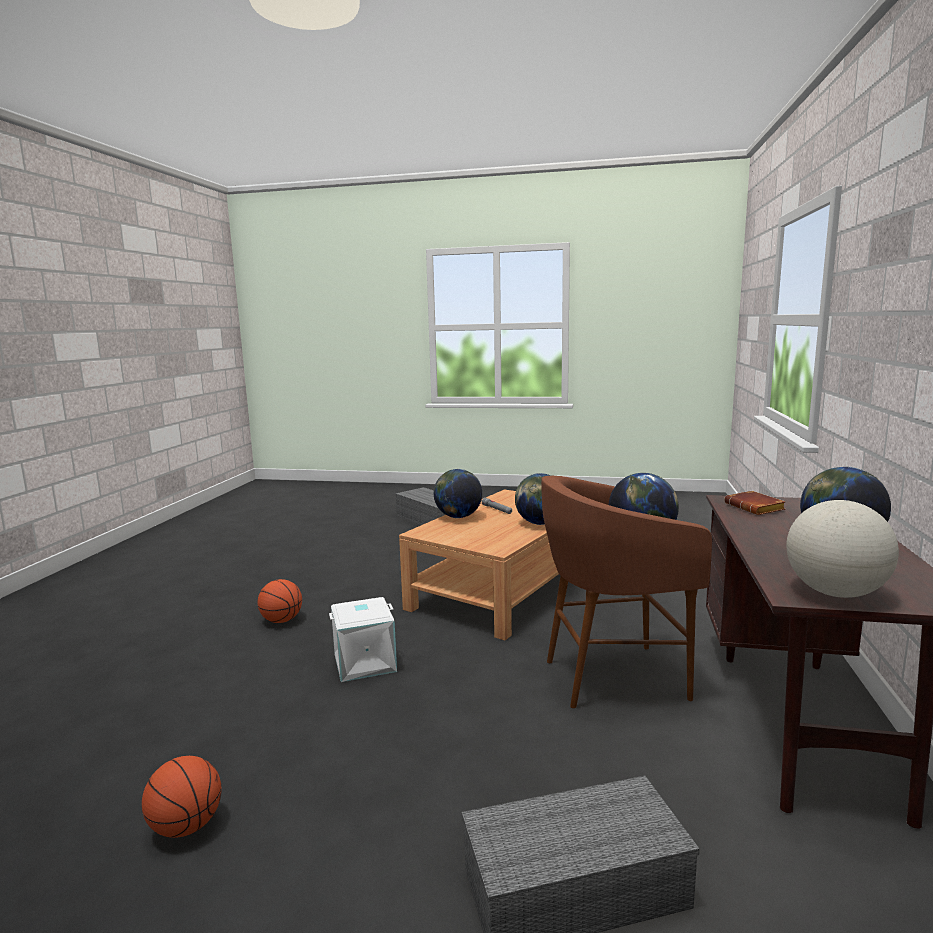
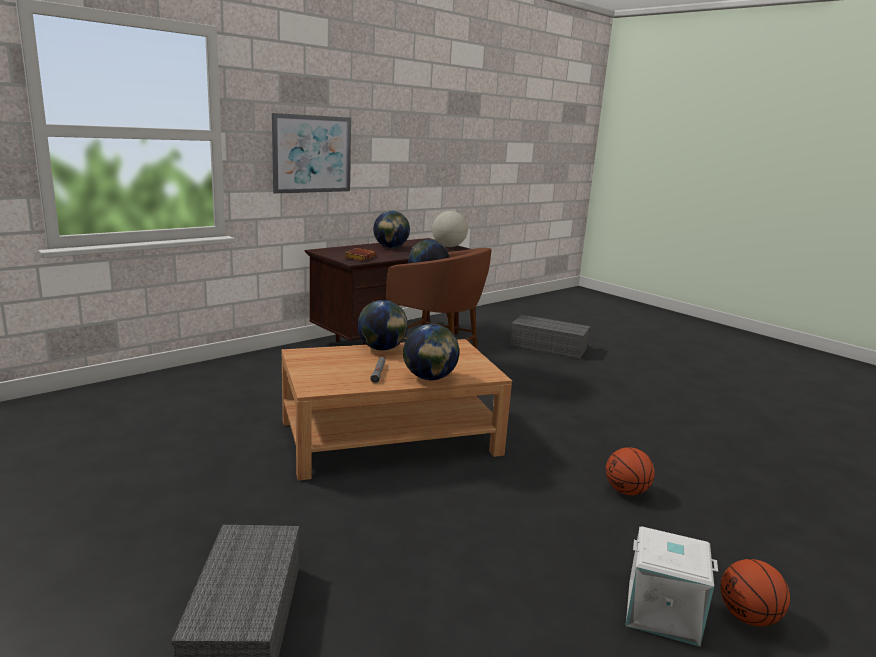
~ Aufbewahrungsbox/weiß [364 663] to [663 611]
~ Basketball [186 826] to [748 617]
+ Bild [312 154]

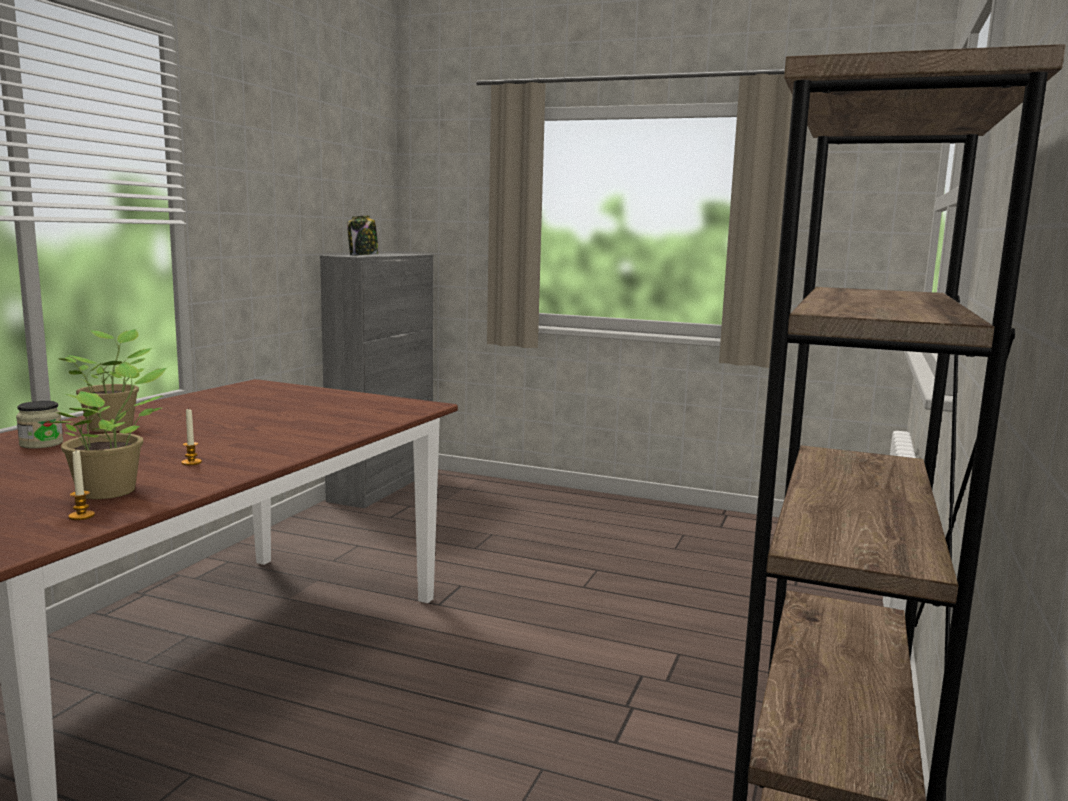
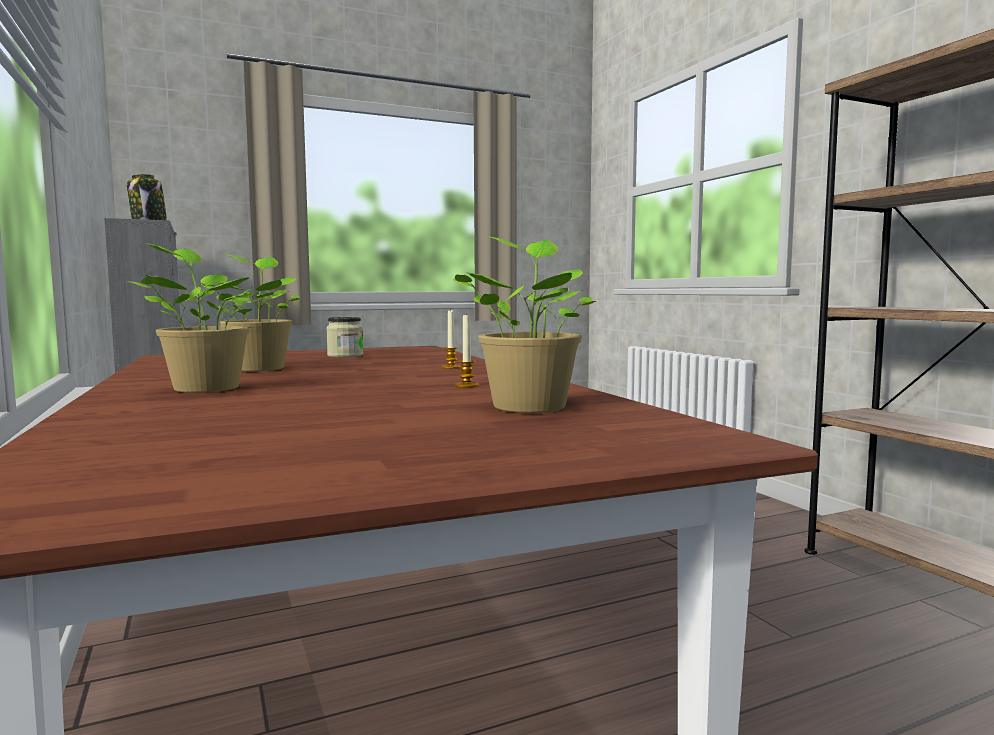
~ Vorratsglas [41 444] to [345 355]
~ Kerze [81 516] to [451 367]
+ Topfpflanze [259 368]

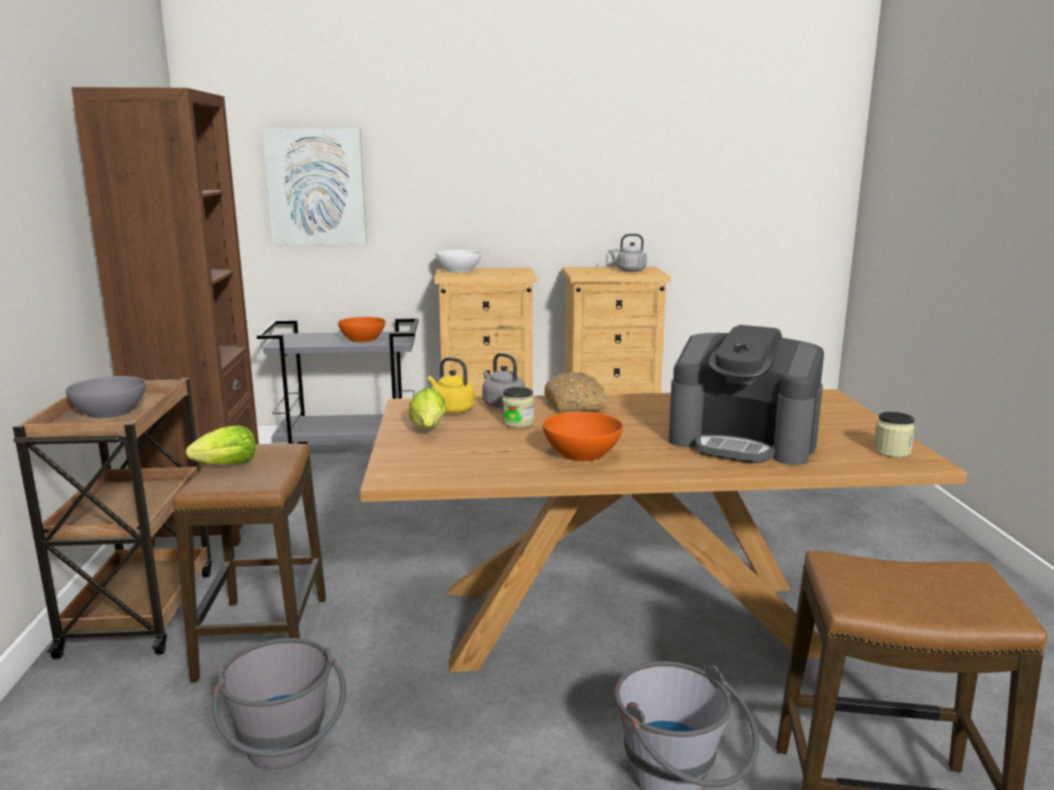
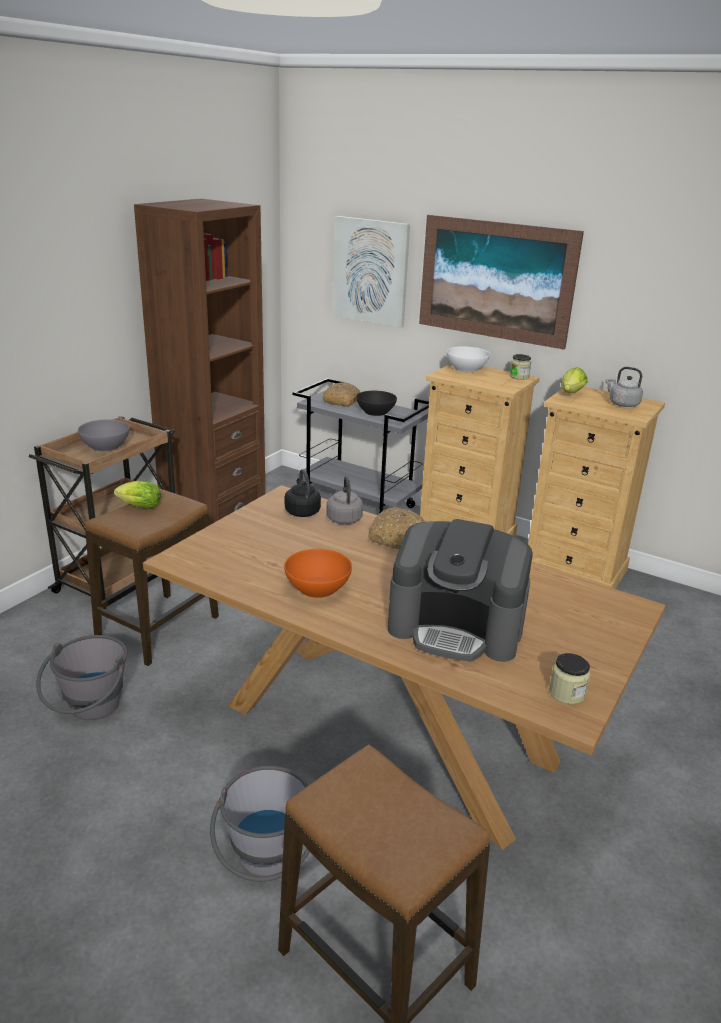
~ Schüssel/orange [362 339] to Schüssel/schwarz [375 412]
~ Kaffeemaschine [743 442] = [456 627] 45 degrees counterclockwise
~ Wasserkessel/gelb [451 410] to Wasserkessel/schwarz [302 511]
~ Vorratsglas [518 423] to [519 377]
~ Salatkopf [428 430] to [570 394]
+ Bild [495 280]
+ Brot [342 401]

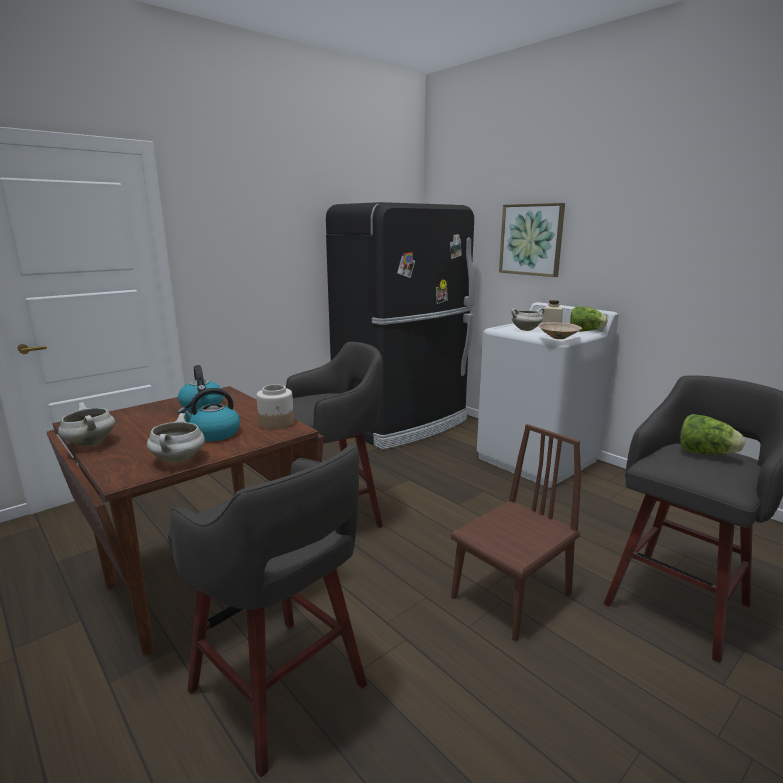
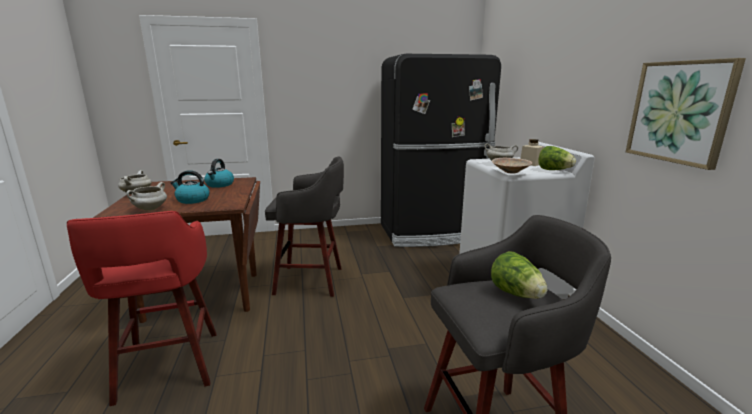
~ Bild [531 239] to [679 112]
- Vorratsglas [276 423]
- Stuhl/braun [511 596]
~ Hocker/grau [281 691] to Hocker/rot [168 368]

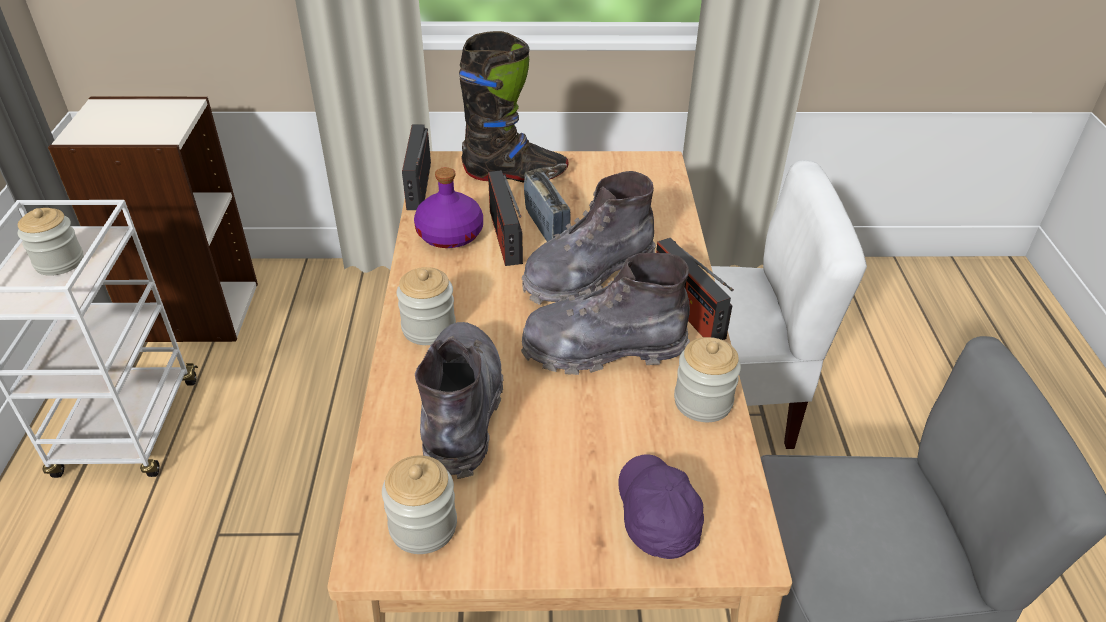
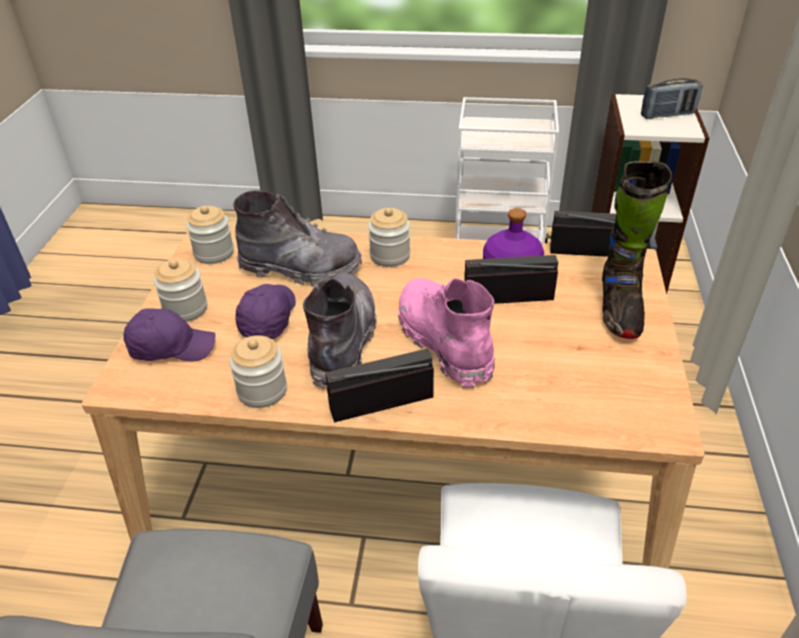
~ Radio [547 229] to [667 115]
~ Stiefel/grau [587 275] to Stiefel/rosa [444 342]
~ Vorratsglas [59 262] to [185 309]
+ Kappe/lila [268 319]

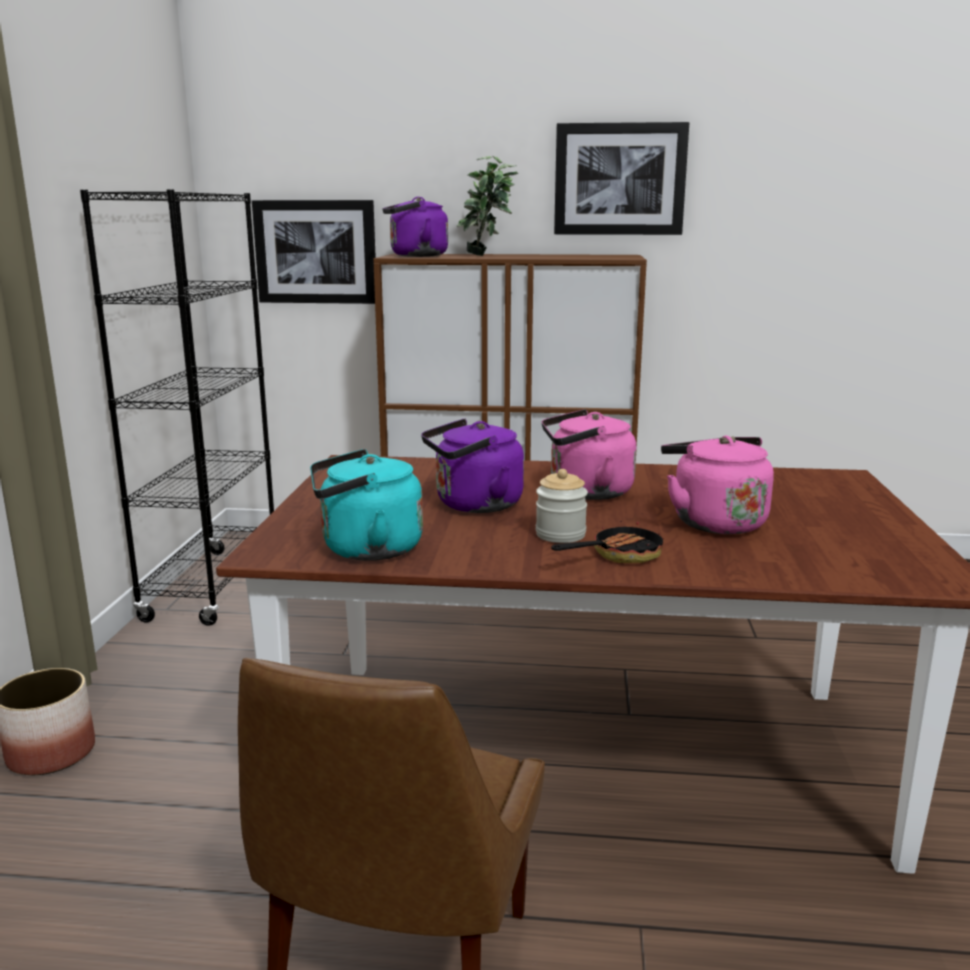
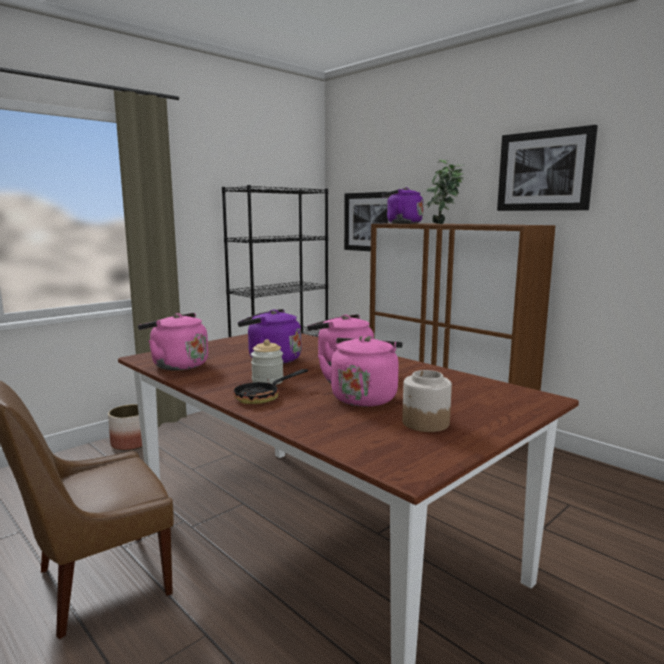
~ Wasserkessel/türkis [365 549] to Wasserkessel/rosa [177 365]
~ Pfanne [618 555] = [263 397] 135 degrees clockwise
+ Vorratsglas [425 423]

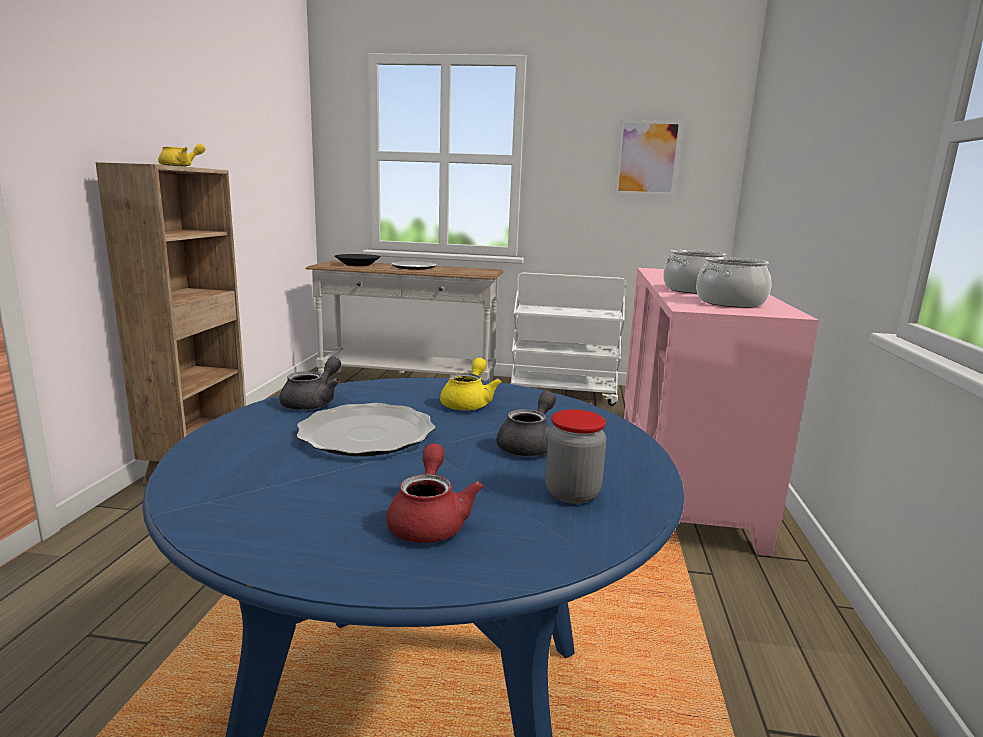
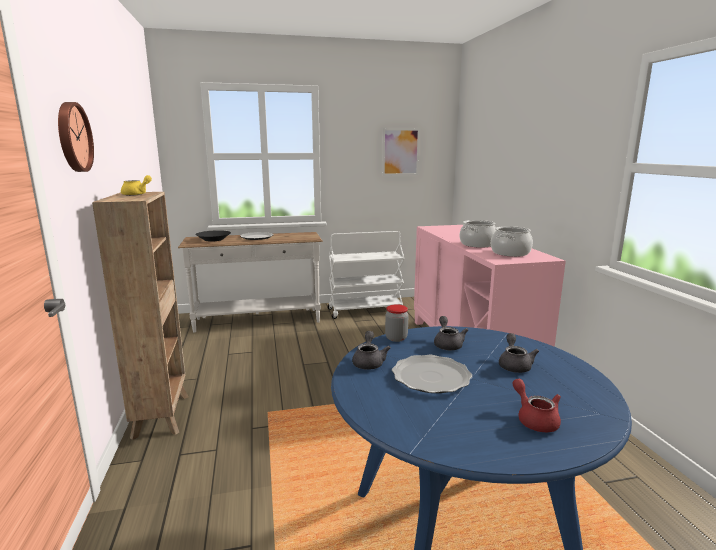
~ Teekanne/gelb [469 403] to Teekanne/grau [447 344]
~ Vorratsglas [572 493] to [396 338]
+ Wanduhr [72 137]

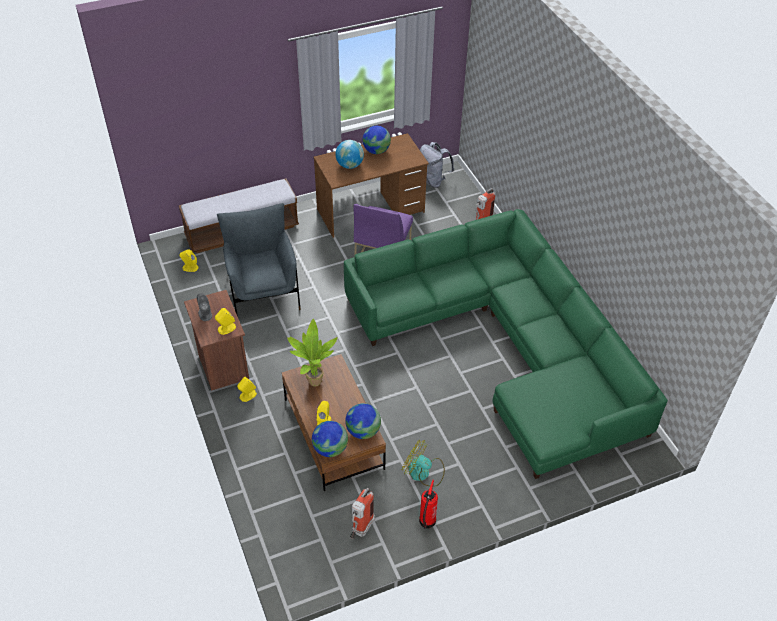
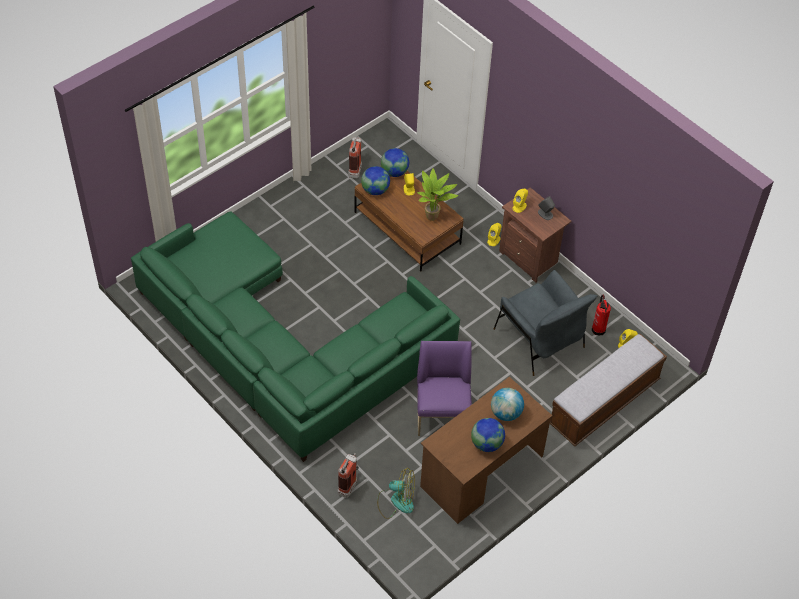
- Rucksack/grau [433 180]
~ Ventilator [423 472] to [396 501]
~ Feuerlöscher [426 522] to [598 328]

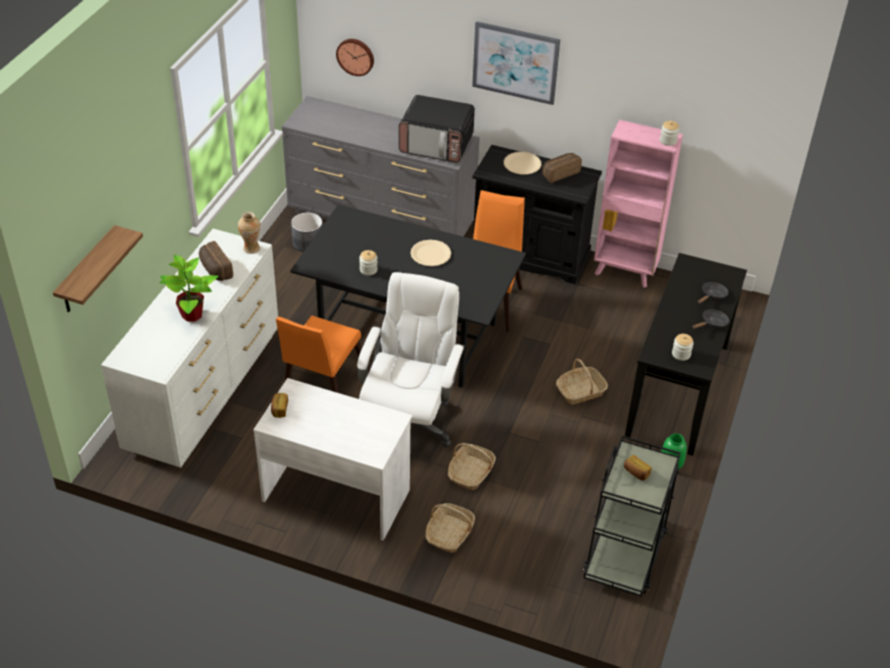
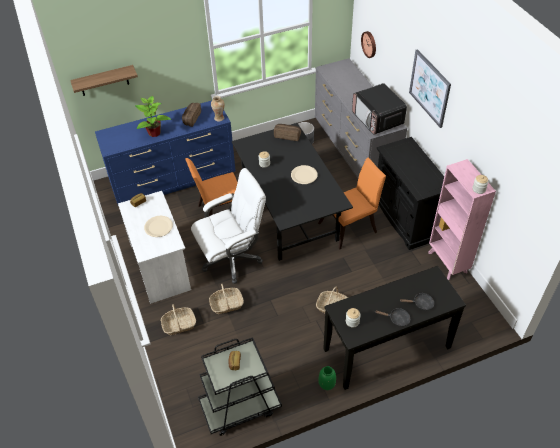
~ Teller/beige [522 164] to [158 227]
~ Brot [559 173] to [287 135]
~ Kommode/weiß [205 390] to Kommode/blau [174 180]

